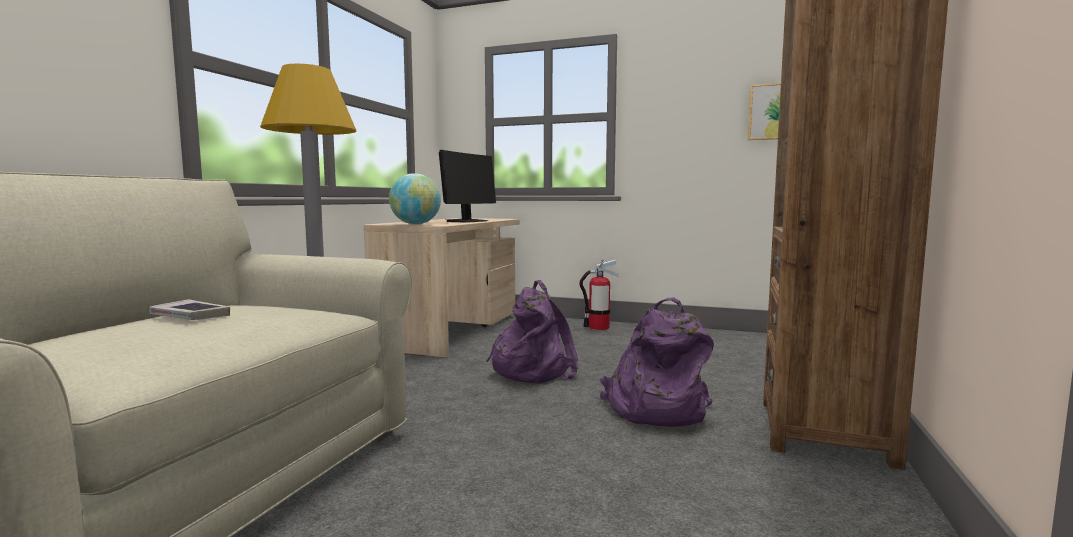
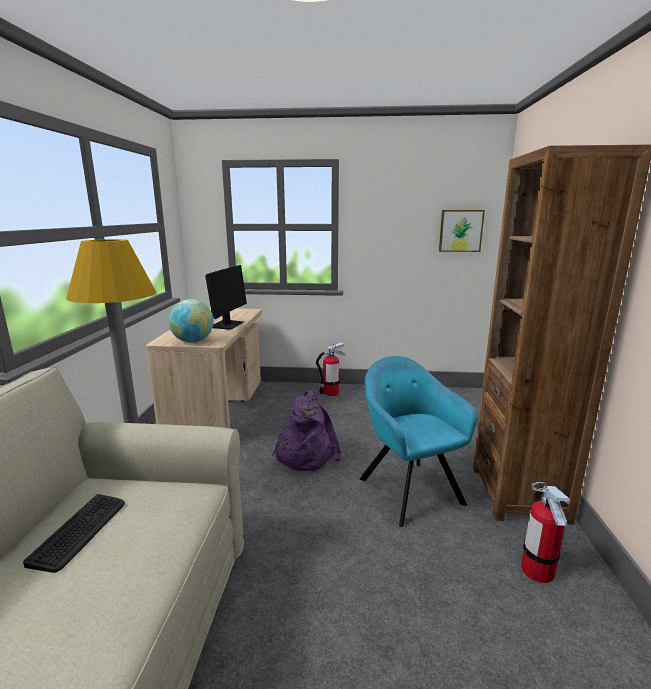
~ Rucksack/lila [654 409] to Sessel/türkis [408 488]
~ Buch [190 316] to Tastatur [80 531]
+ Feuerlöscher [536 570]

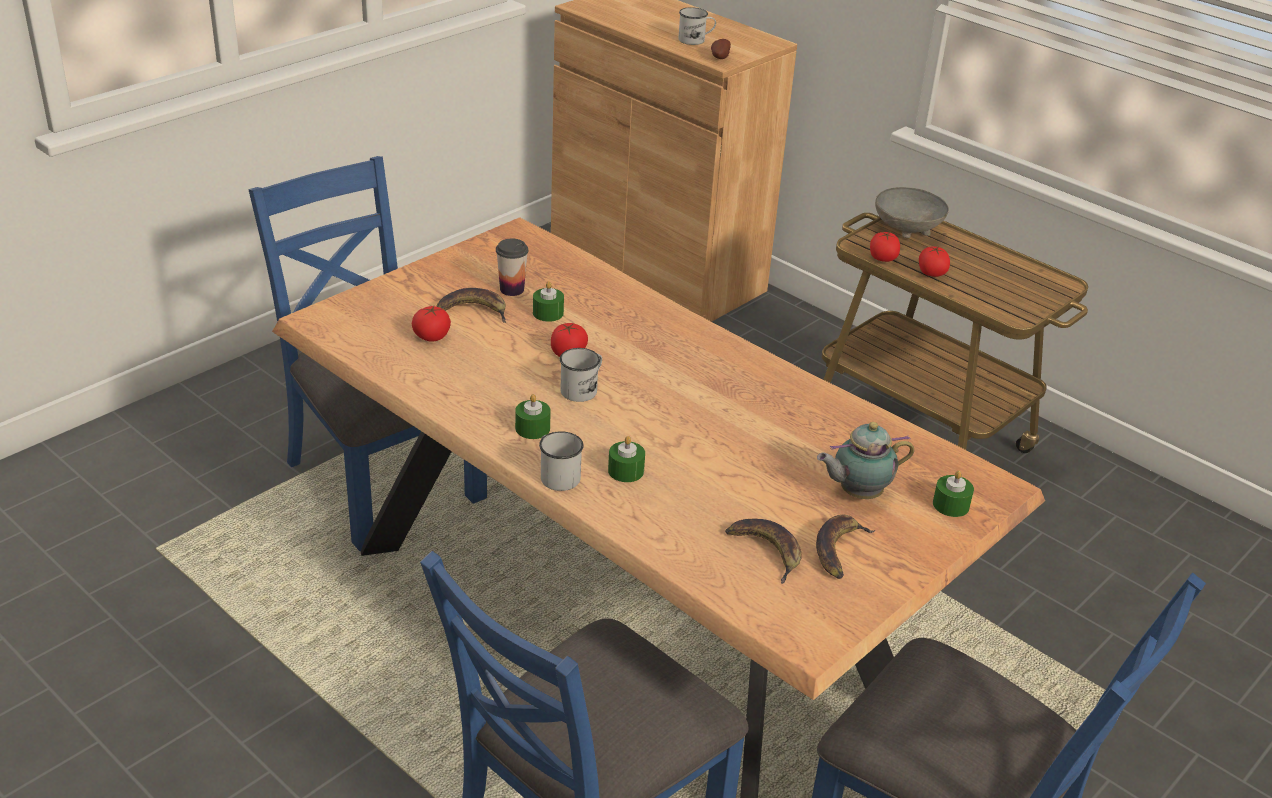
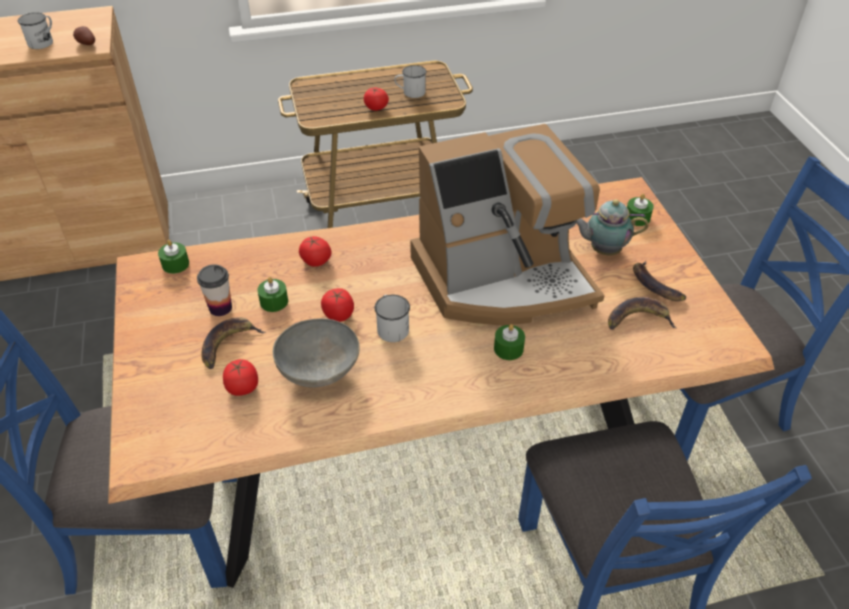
~ Schüssel/grau [905 231] to [318 373]
~ Tomate [882 258] to [316 261]
~ Kerze/grün [532 428] to [175 264]
~ Teekanne [857 493] = [603 250] 75 degrees clockwise
~ Henkelbecher/weiß [556 475] to [410 92]
+ Kaffeemaschine [503 279]

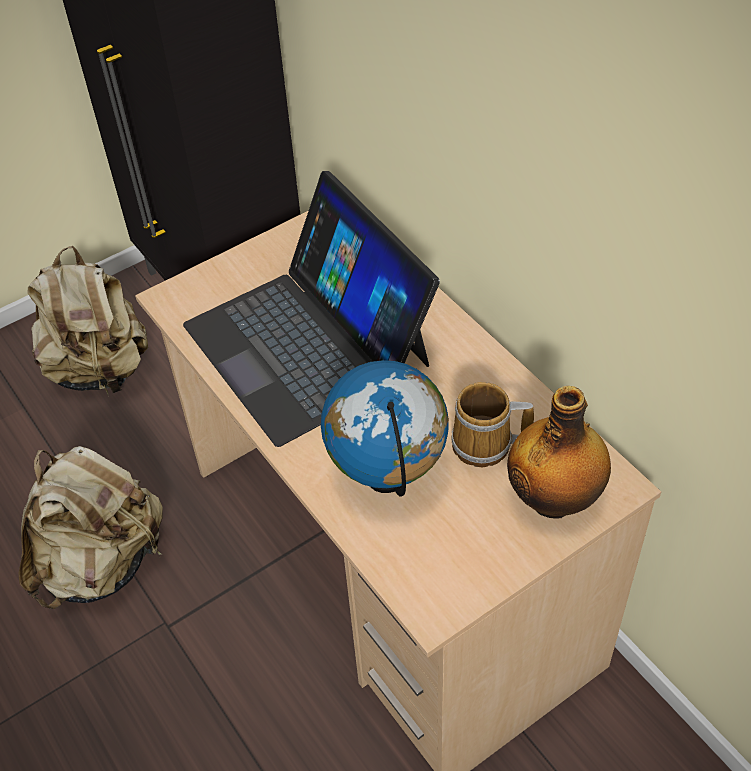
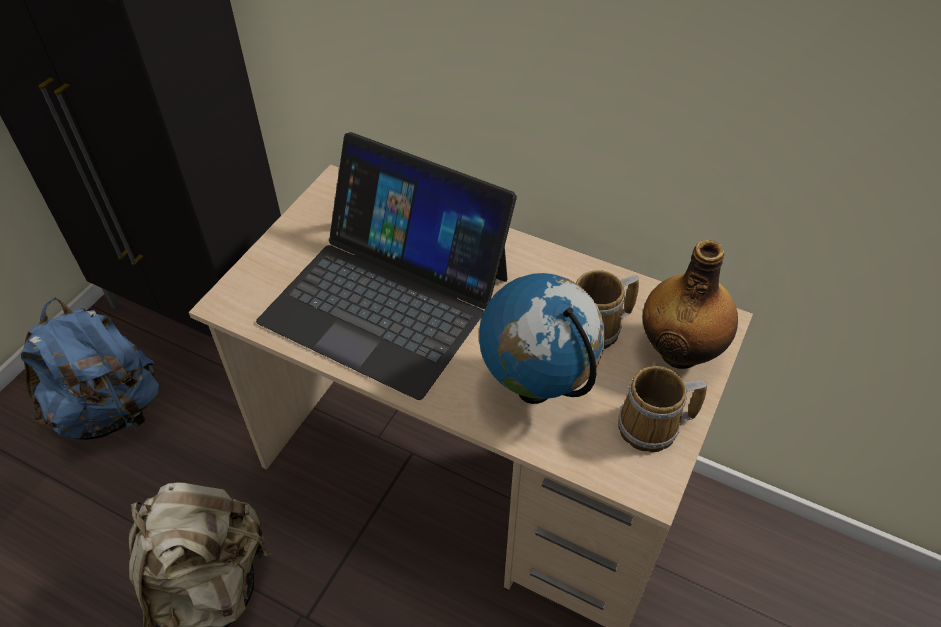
~ Rucksack/beige [100 369] to Rucksack/blau [110 410]
+ Henkelbecher [653 427]

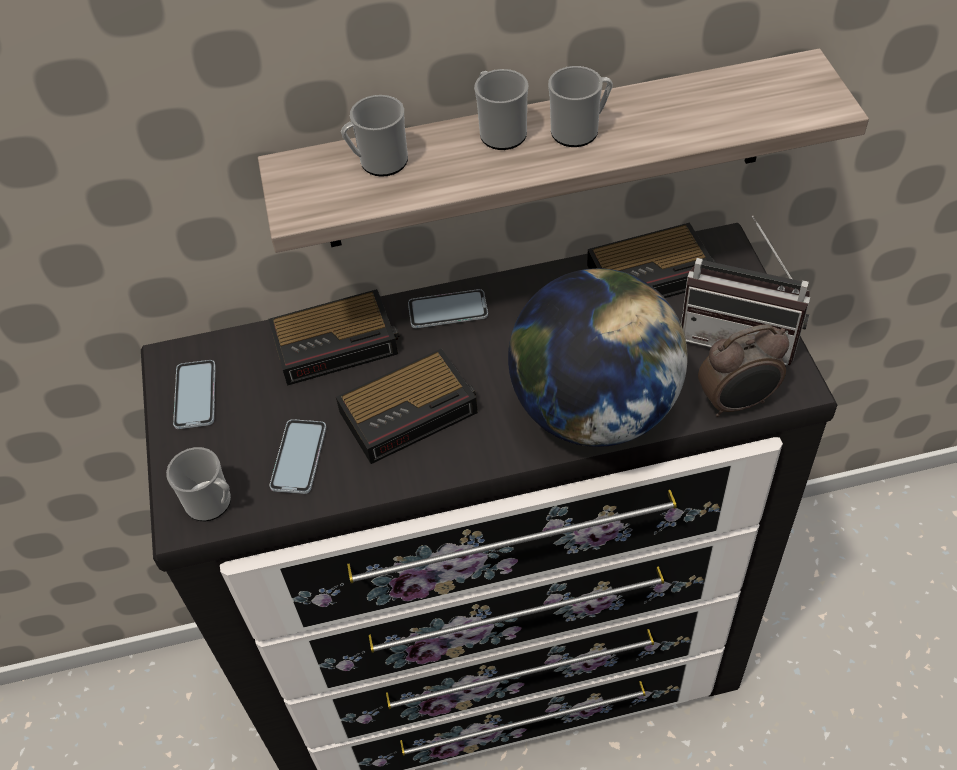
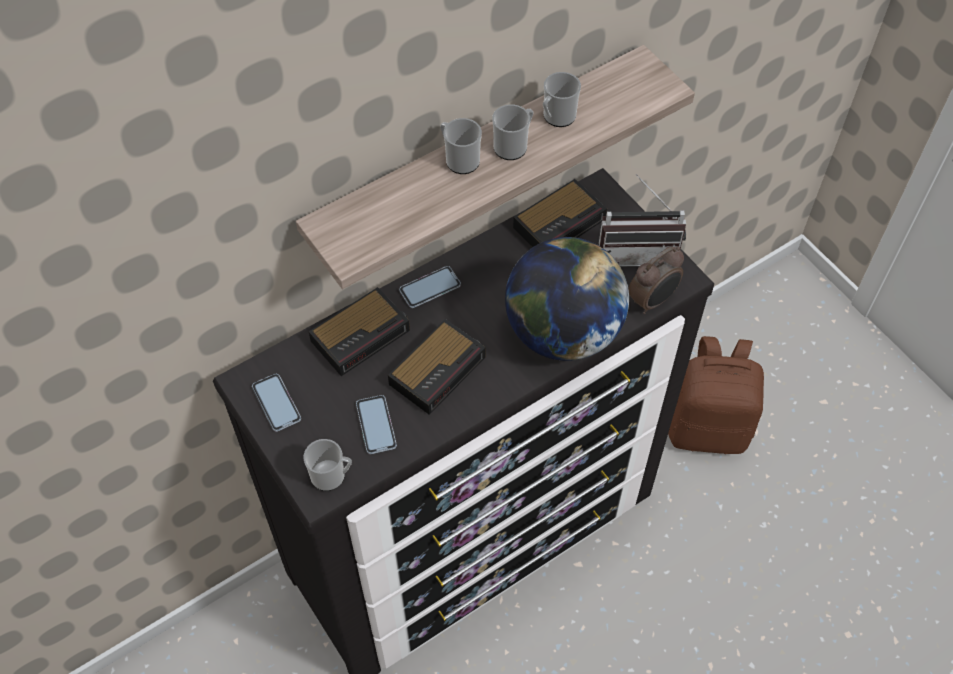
~ Henkelbecher [378 162] to [557 117]
+ Rucksack/braun [707 427]

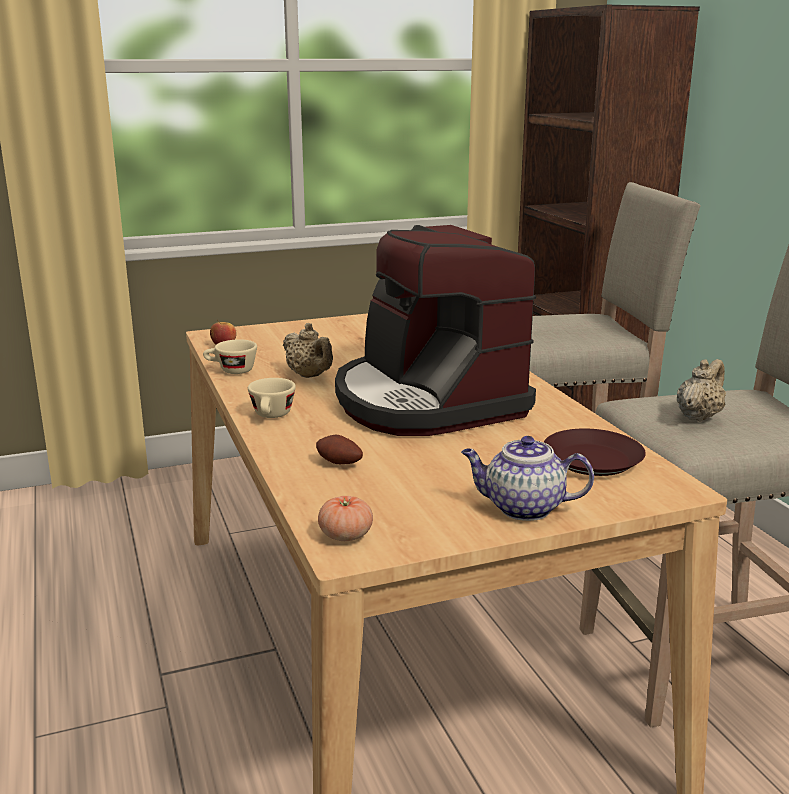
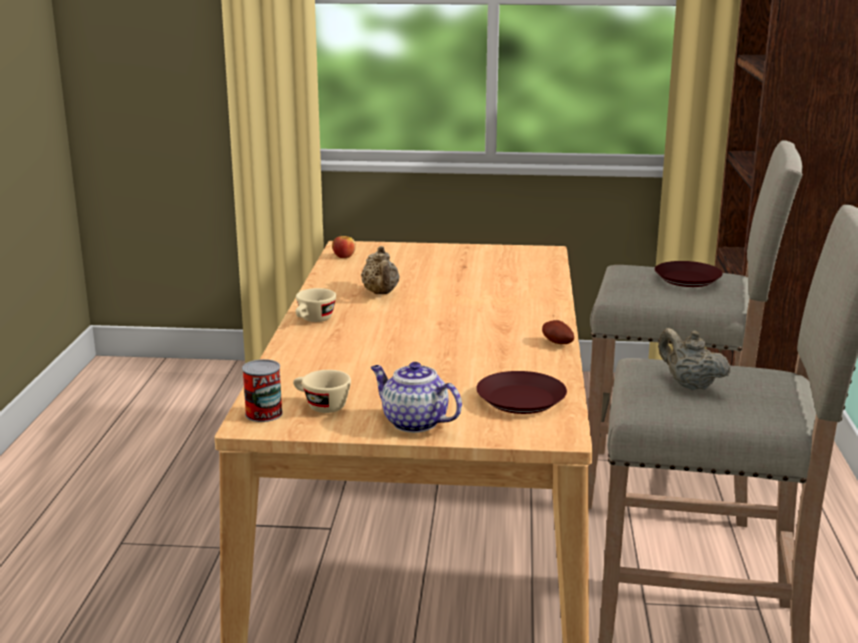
- Kaffeemaschine [427 401]
~ Tasse/beige [231 371] to [320 406]
~ Teekanne/beige [699 416] = [689 385] 105 degrees counterclockwise
~ Kartoffel [338 464] to [556 343]
~ Tomate [345 535] to Dose [264 413]
+ Teller/braun [687 279]

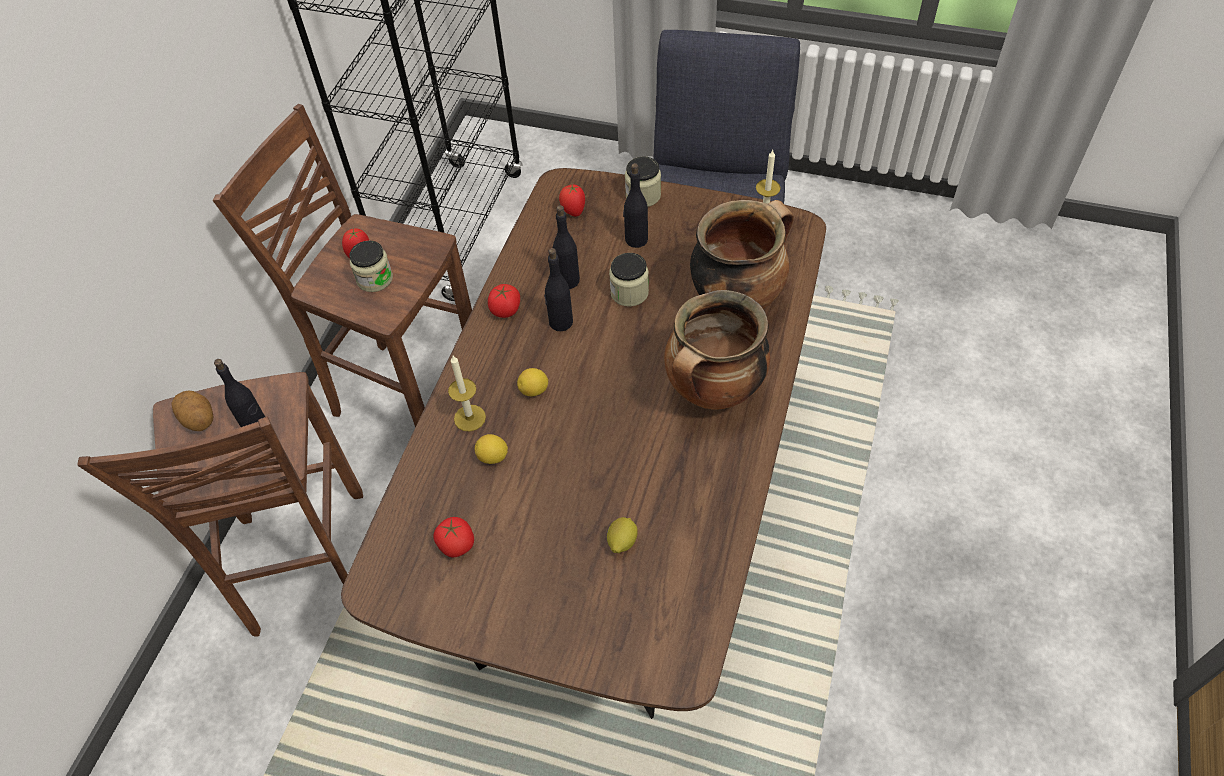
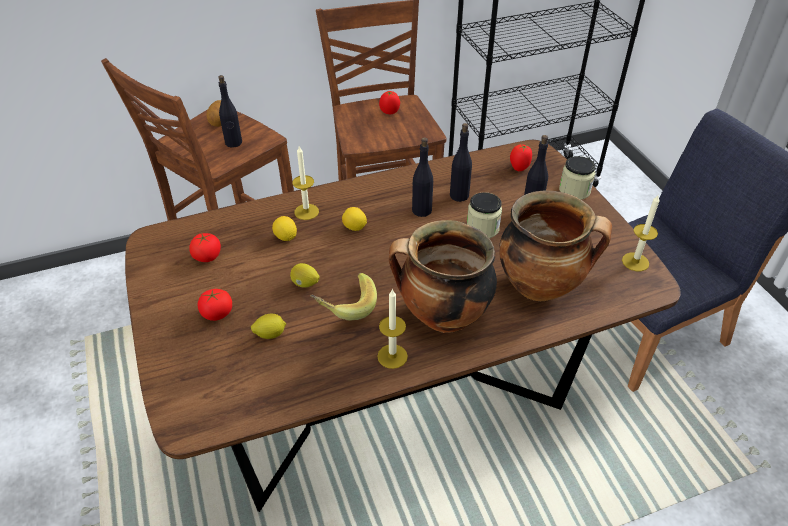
- Vorratsglas [375 279]
~ Tomate [505 310] to [217 313]
+ Zitrone [305 284]
+ Banane [344 305]
+ Kerze [392 356]

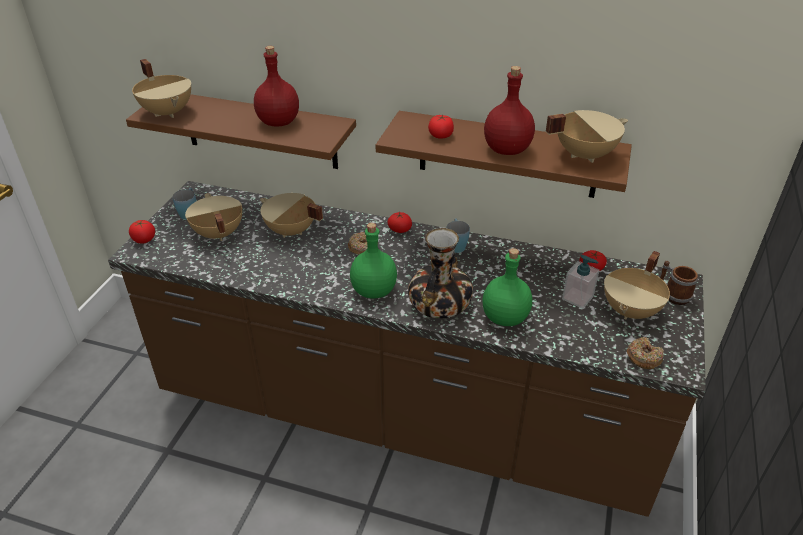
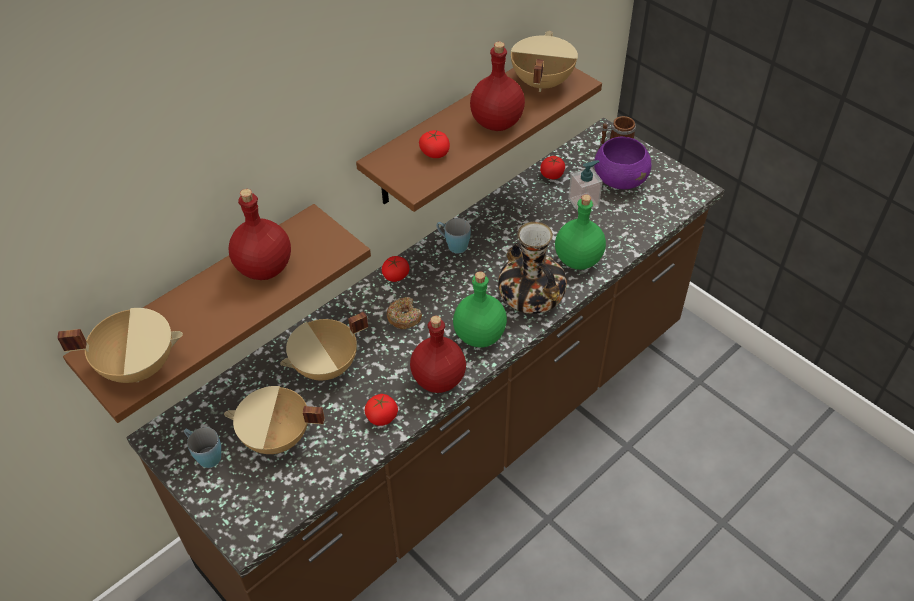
~ Tomate [144 240] to [382 417]
~ Kochtopf/beige [631 311] to Schüssel/lila [620 180]
- Donut [643 357]
+ Flasche/rot [438 378]

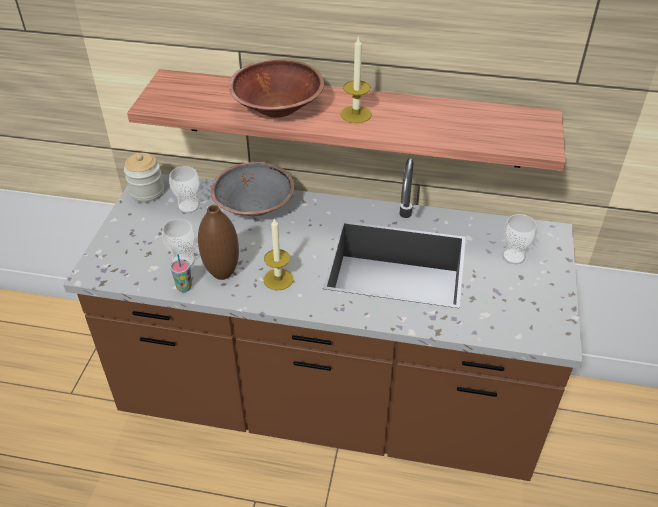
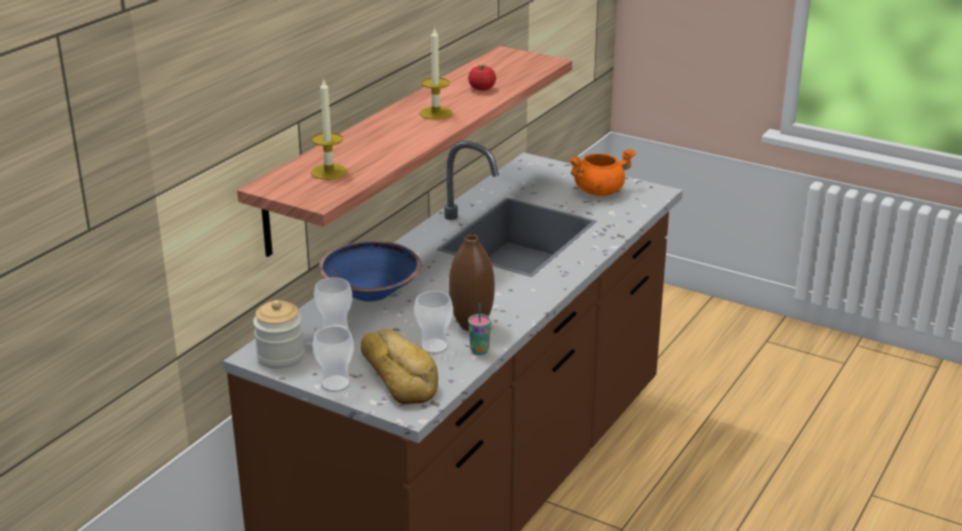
- Schüssel/braun [278 107]
~ Schüssel/grau [255 206] to Schüssel/blau [371 291]
~ Tasse [513 256] to [335 384]
~ Kerze [278 279] to [329 172]
+ Tomate [482 89]
+ Kochtopf/orange [599 191]
+ Brot [399 374]

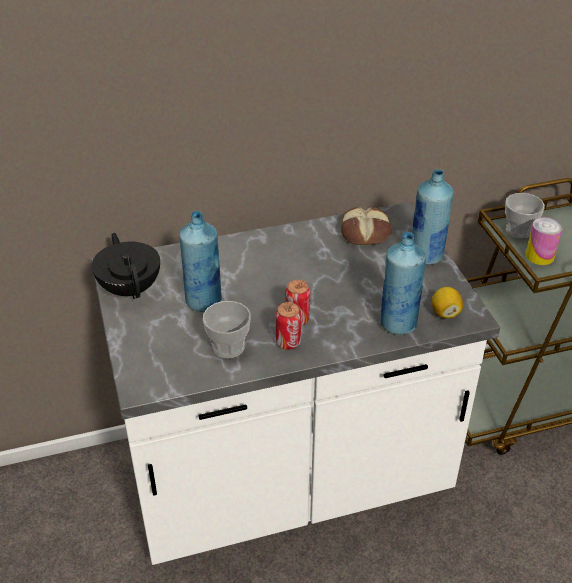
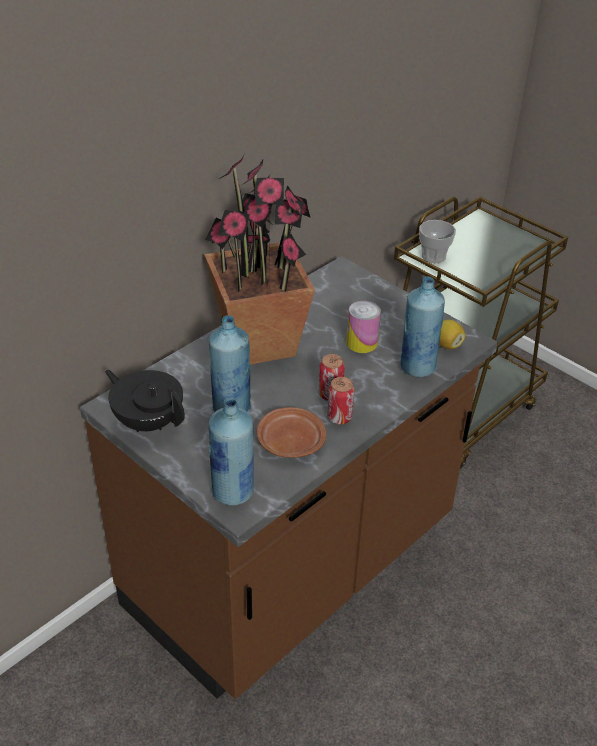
~ Flasche/blau [426 256] to [233 492]
~ Küchenzeile/weiß [285 479] to Küchenzeile/braun [293 568]
- Brot [366 232]
~ Dose [540 256] to [361 343]
~ Tasse [228 347] to Teller/braun [290 441]
+ Topfpflanze [260 343]

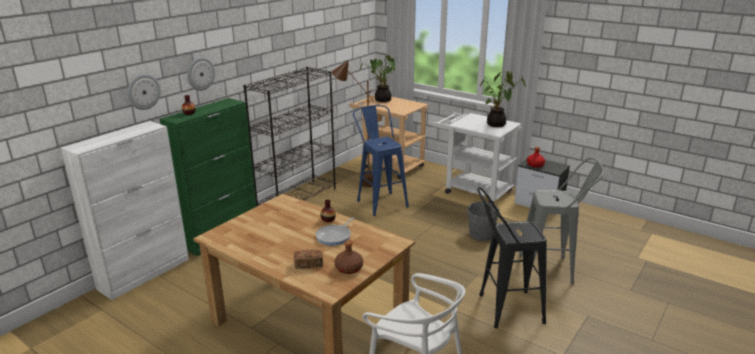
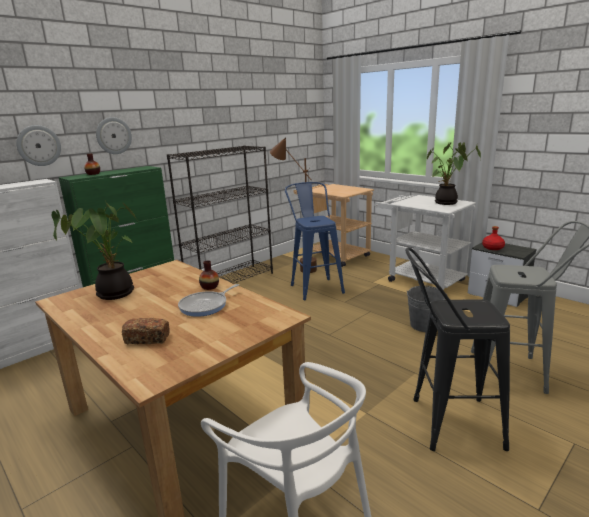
~ Topfpflanze [381 100] to [112 293]
- Flasche/braun [349 268]

